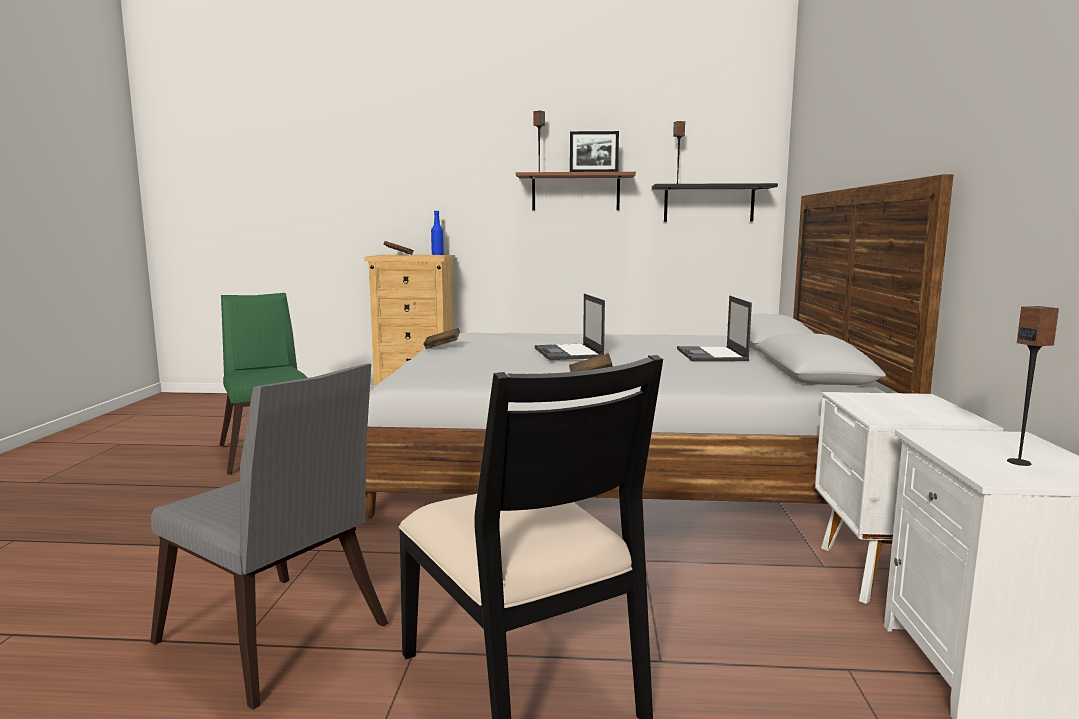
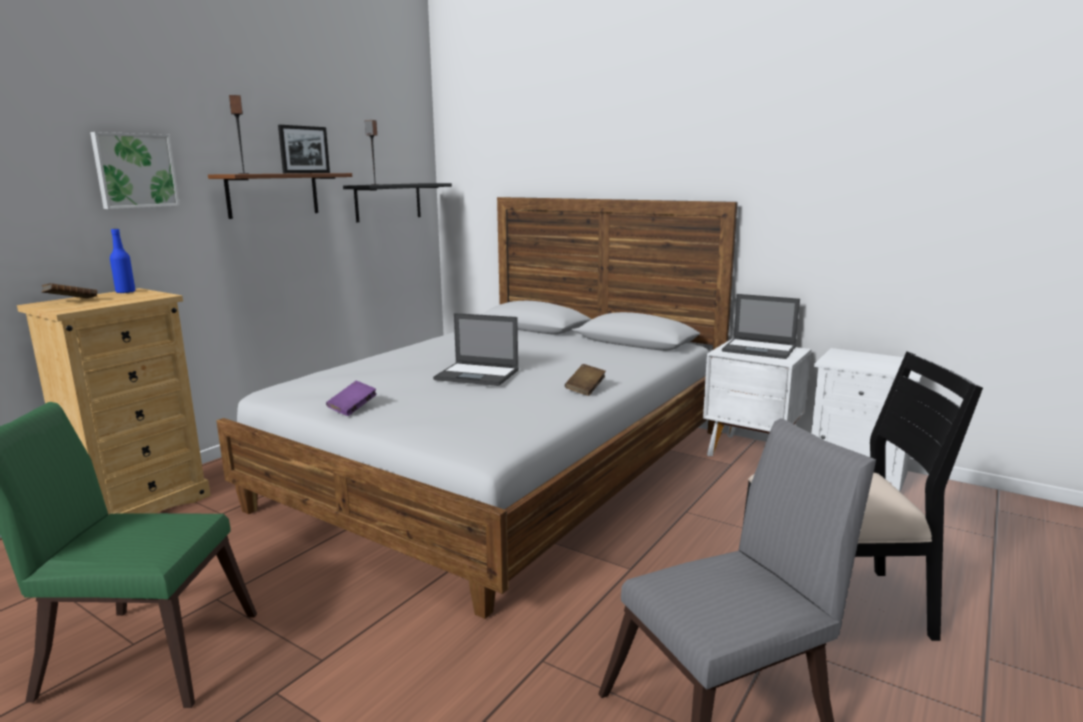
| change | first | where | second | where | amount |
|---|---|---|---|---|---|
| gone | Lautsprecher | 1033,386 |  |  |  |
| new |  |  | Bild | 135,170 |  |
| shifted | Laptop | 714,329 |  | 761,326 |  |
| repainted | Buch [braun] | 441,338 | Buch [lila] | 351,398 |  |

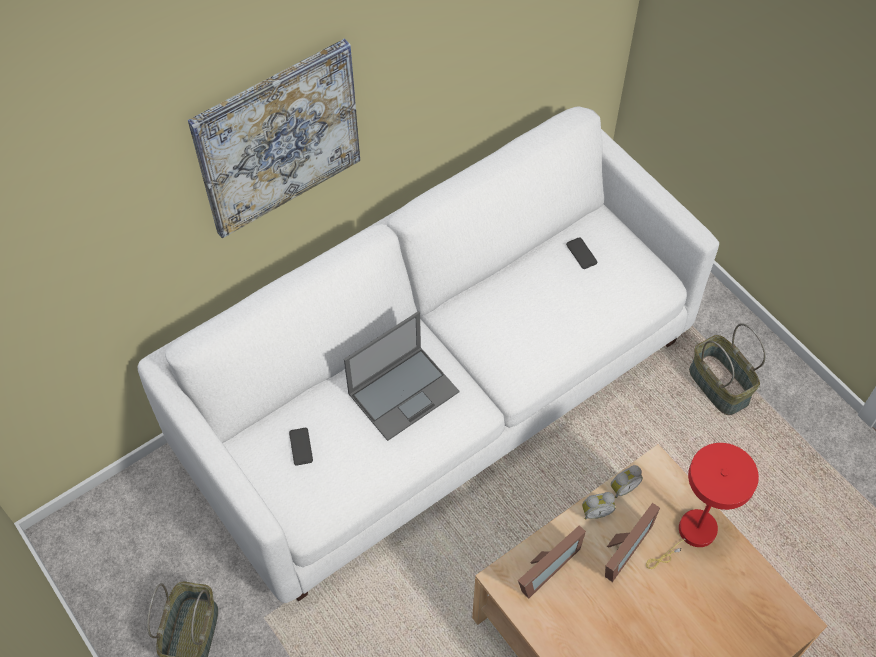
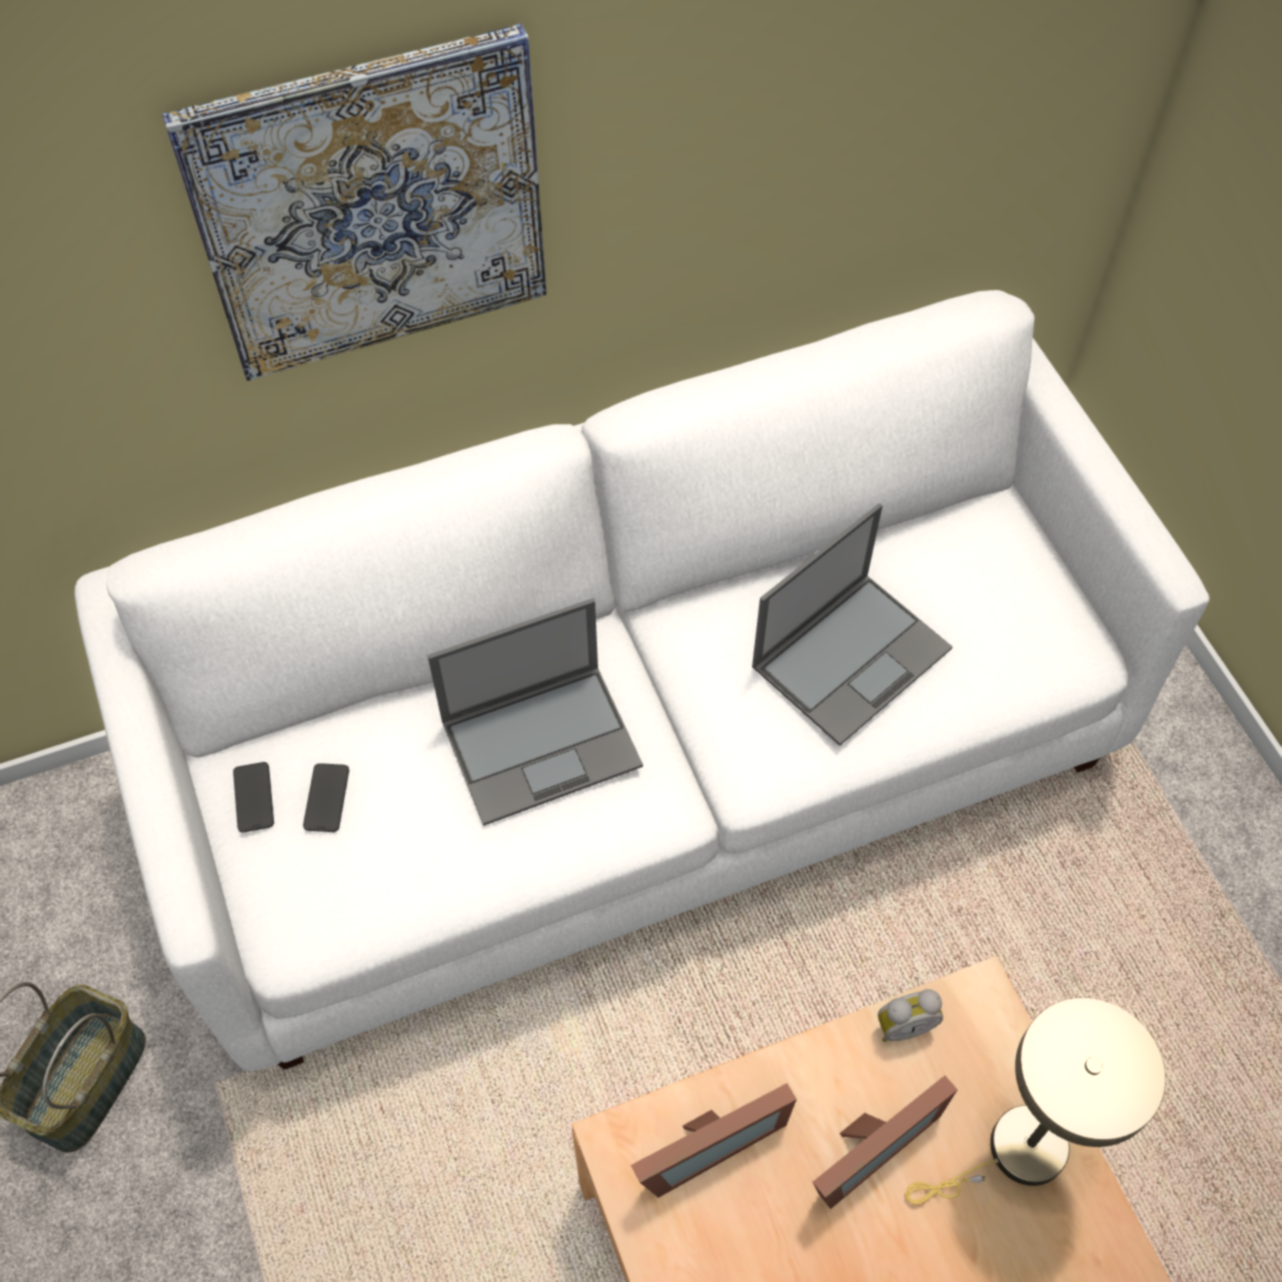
| change | first | where | second | where | amount |
|---|---|---|---|---|---|
| gone | Wecker | 598,506 |  |  |  |
| gone | Korb | 727,369 |  |  |  |
| new |  |  | Laptop | 852,624 |  |
| shifted | Handy | 581,253 |  | 253,797 |  |
| repainted | Tischlampe [rot] | 702,506 | Tischlampe [beige] | 1035,1101 |  |

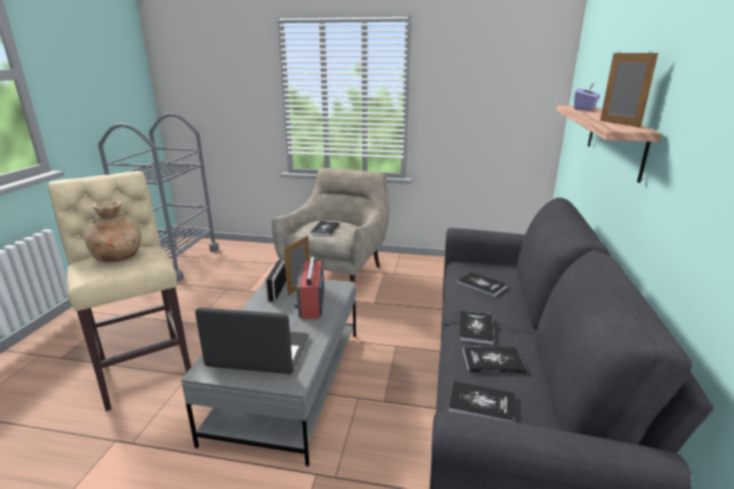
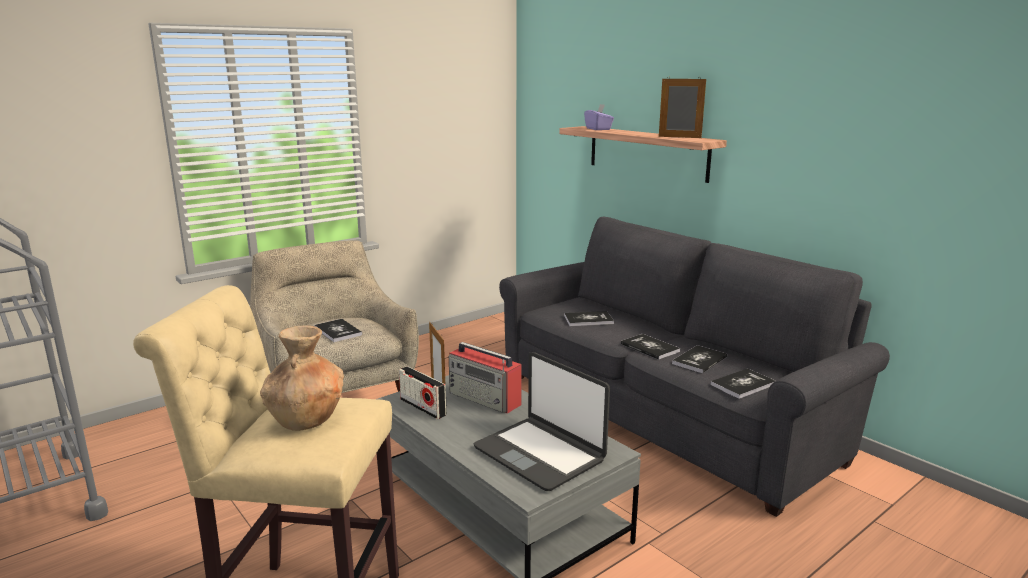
| change | first | where | second | where | amount |
|---|---|---|---|---|---|
| rotated | Laptop | 252,340 |  | 542,421 | 90 degrees counterclockwise |

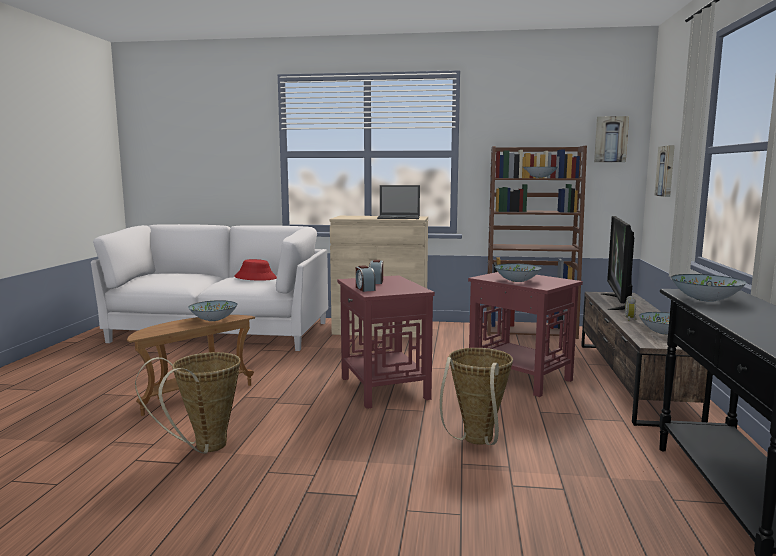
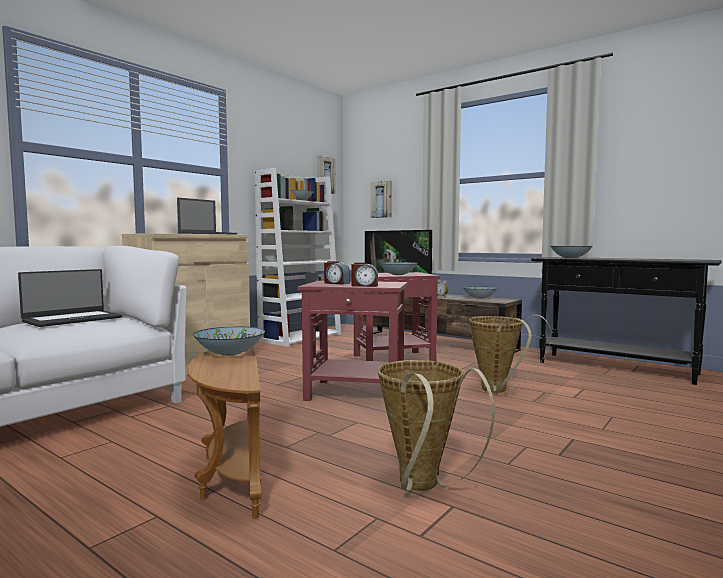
| change | first | where | second | where | amount |
|---|---|---|---|---|---|
| swapped | Hut [rot] | 255,270 | Laptop | 70,298 |  |
| repainted | Bücherregal [braun] | 536,242 | Bücherregal [weiß] | 298,257 |  |

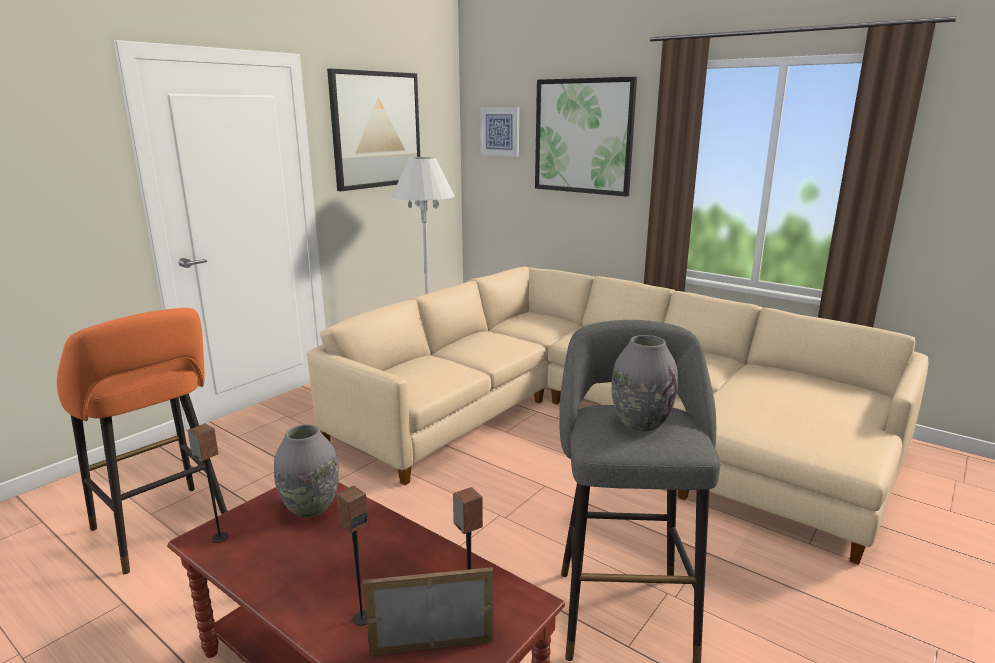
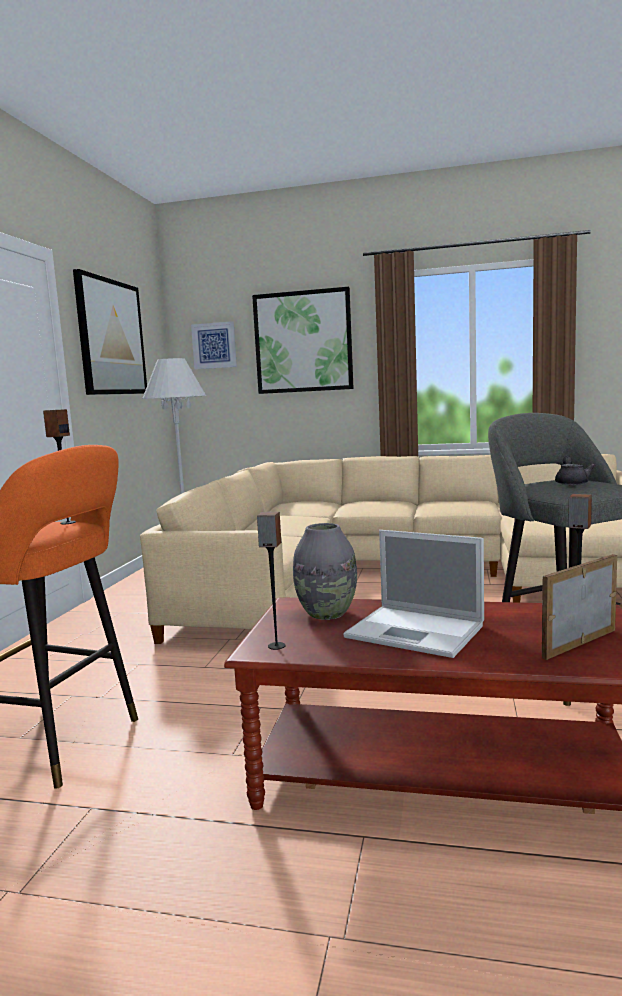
| change | first | where | second | where | amount |
|---|---|---|---|---|---|
| new |  |  | Laptop | 413,594 |  |
| shifted | Lautsprecher | 352,556 |  | 59,466 |  |
| swapped | Vase [grau] | 644,383 | Teekanne [grau] | 575,470 |  |

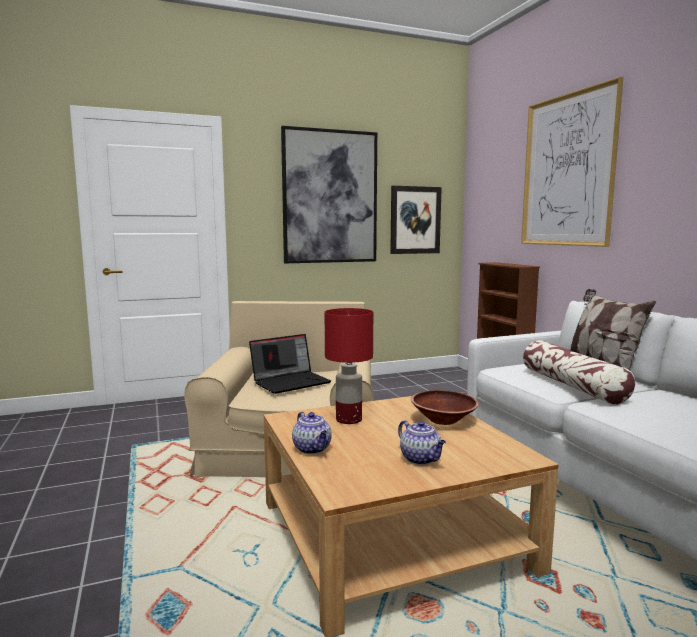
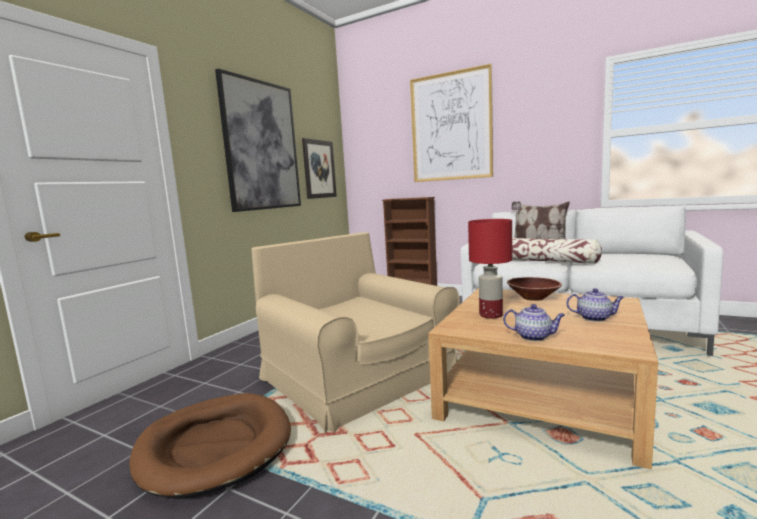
| change | first | where | second | where | amount |
|---|---|---|---|---|---|
| gone | Laptop | 290,364 |  |  |  |
| new |  |  | Hundebett [braun] | 210,445 |  |

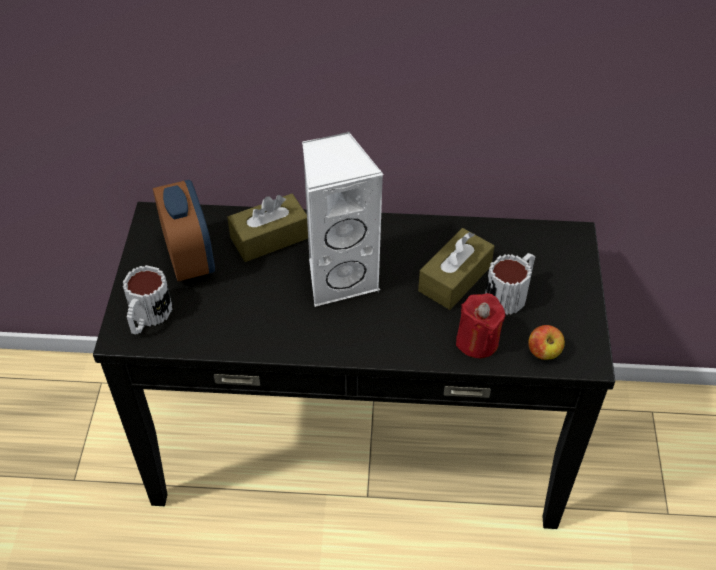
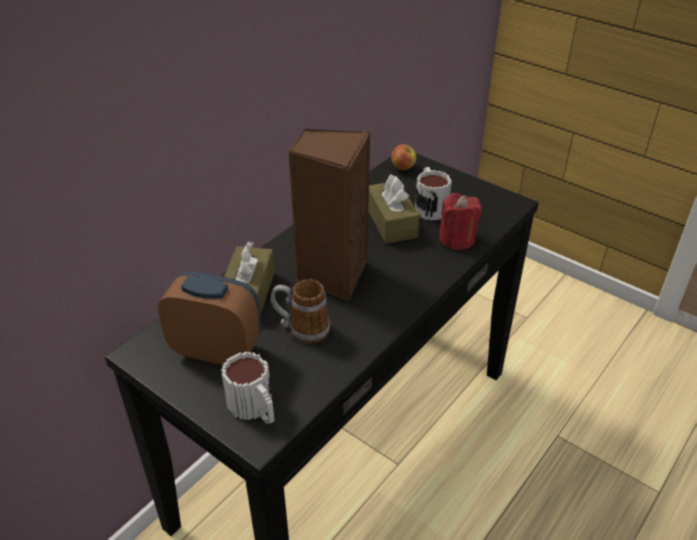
| change | first | where | second | where | amount |
|---|---|---|---|---|---|
| new |  |  | Henkelbecher | 300,311 |  |
| shifted | Apfel | 546,342 |  | 404,157 |  |
| repainted | Lautsprecher [weiß] | 343,219 | Lautsprecher [braun] | 329,214 |  |

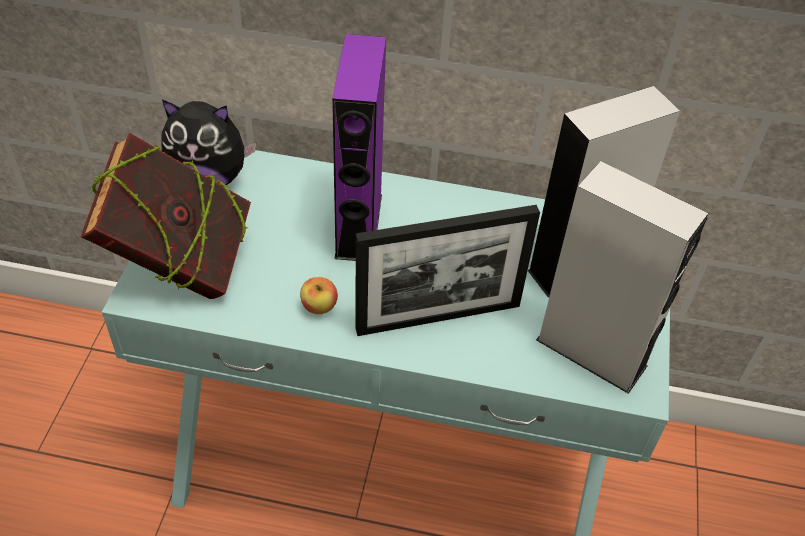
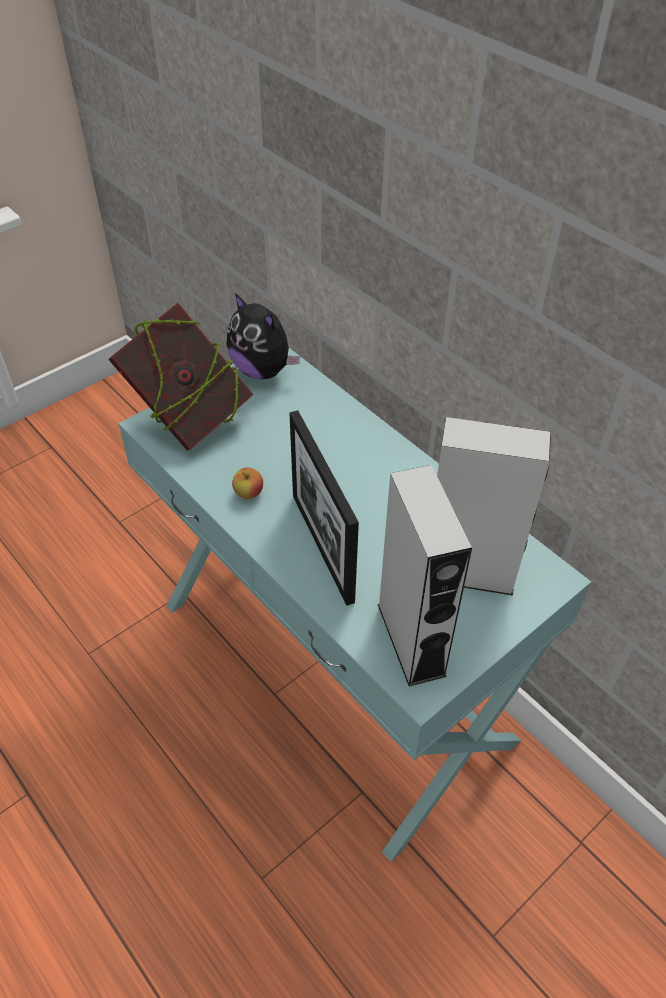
| change | first | where | second | where | amount |
|---|---|---|---|---|---|
| gone | Lautsprecher [lila] | 359,147 |  |  |  |
| rotated | Bilderrahmen | 447,270 |  | 324,508 | 45 degrees clockwise |

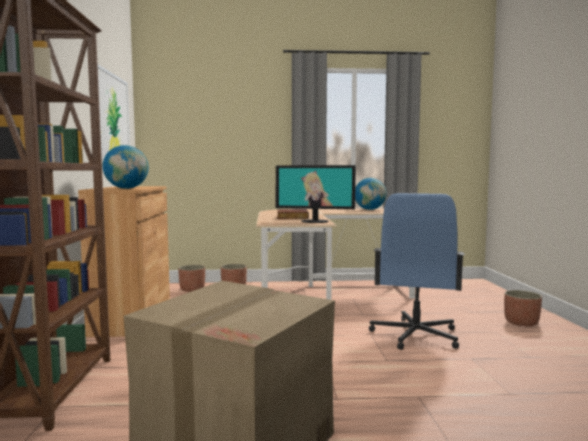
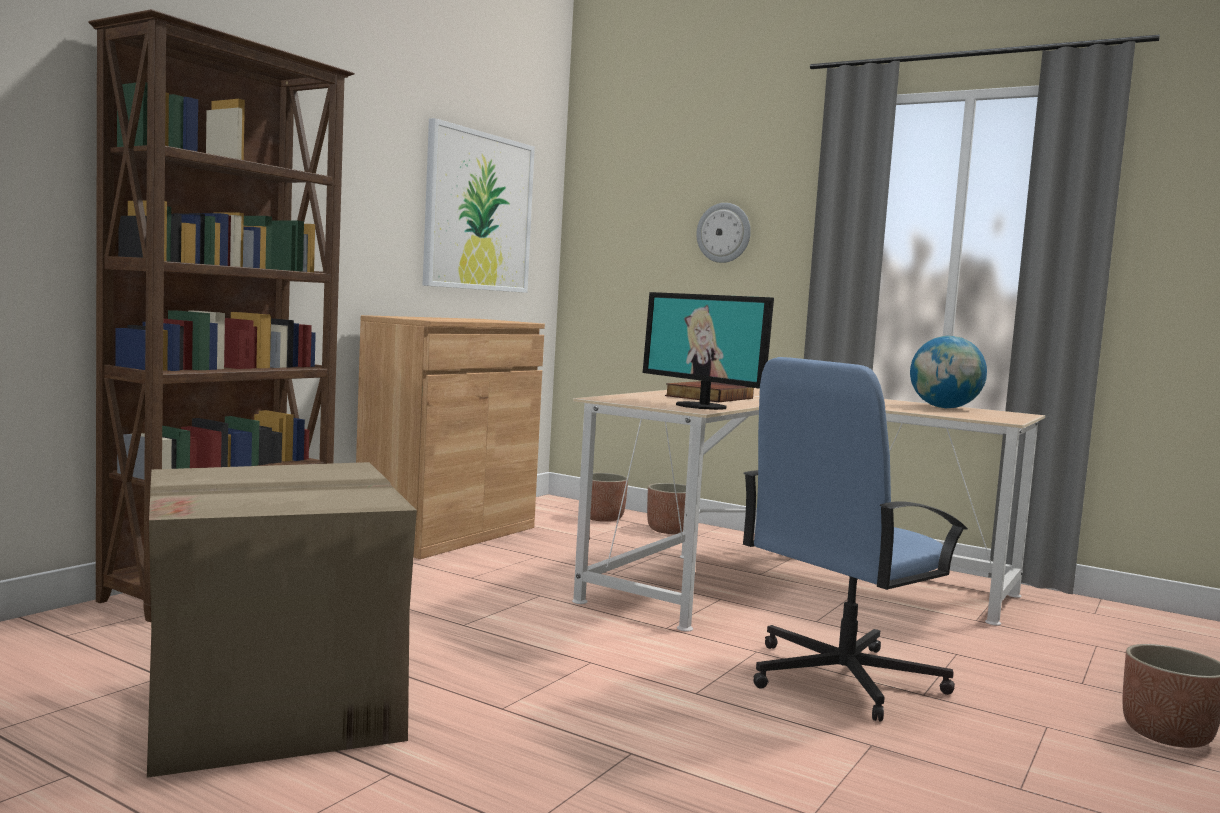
| change | first | where | second | where | amount |
|---|---|---|---|---|---|
| gone | Globus | 126,167 |  |  |  |
| new |  |  | Wanduhr | 723,233 |  |

